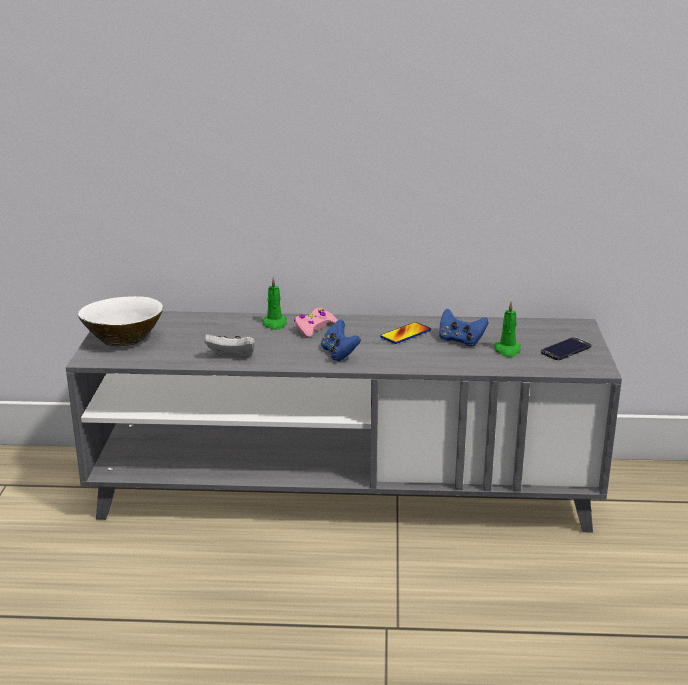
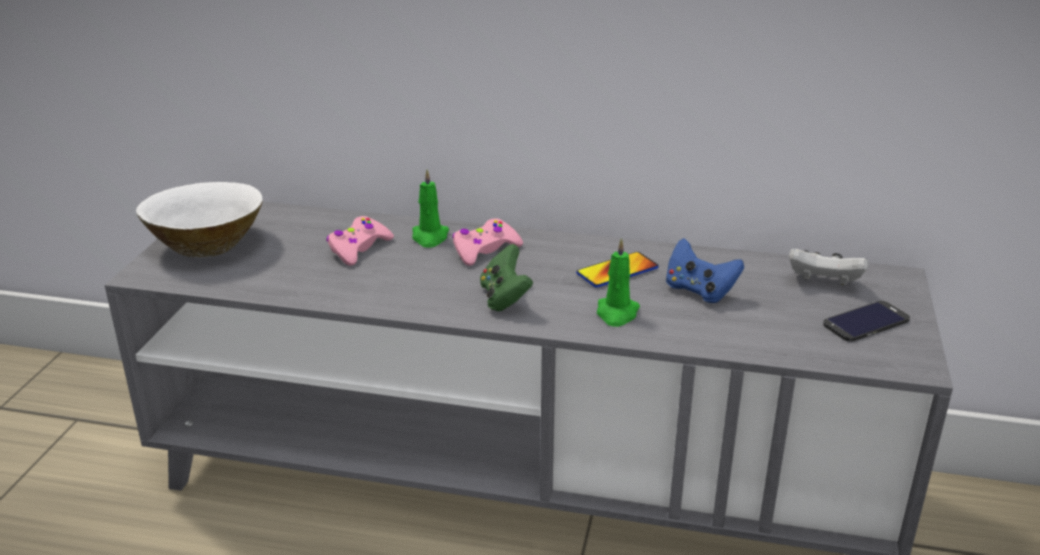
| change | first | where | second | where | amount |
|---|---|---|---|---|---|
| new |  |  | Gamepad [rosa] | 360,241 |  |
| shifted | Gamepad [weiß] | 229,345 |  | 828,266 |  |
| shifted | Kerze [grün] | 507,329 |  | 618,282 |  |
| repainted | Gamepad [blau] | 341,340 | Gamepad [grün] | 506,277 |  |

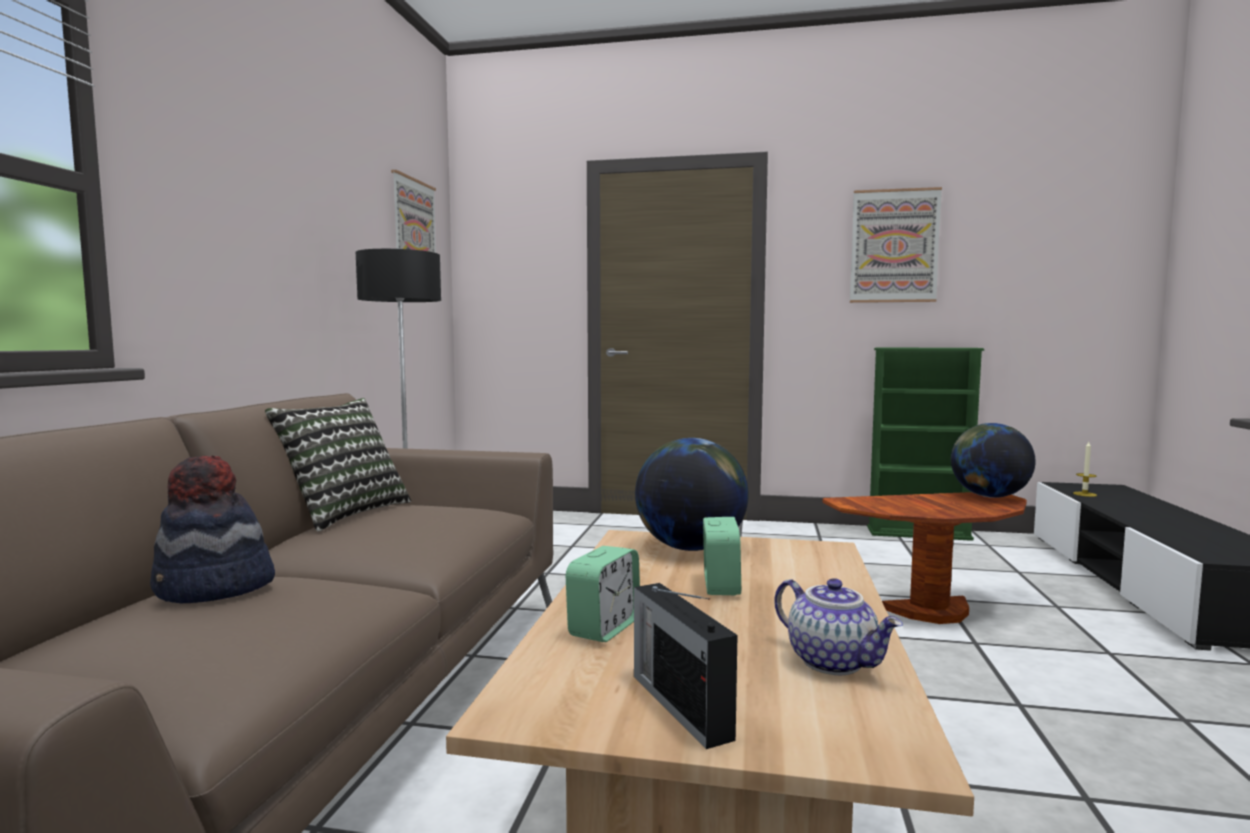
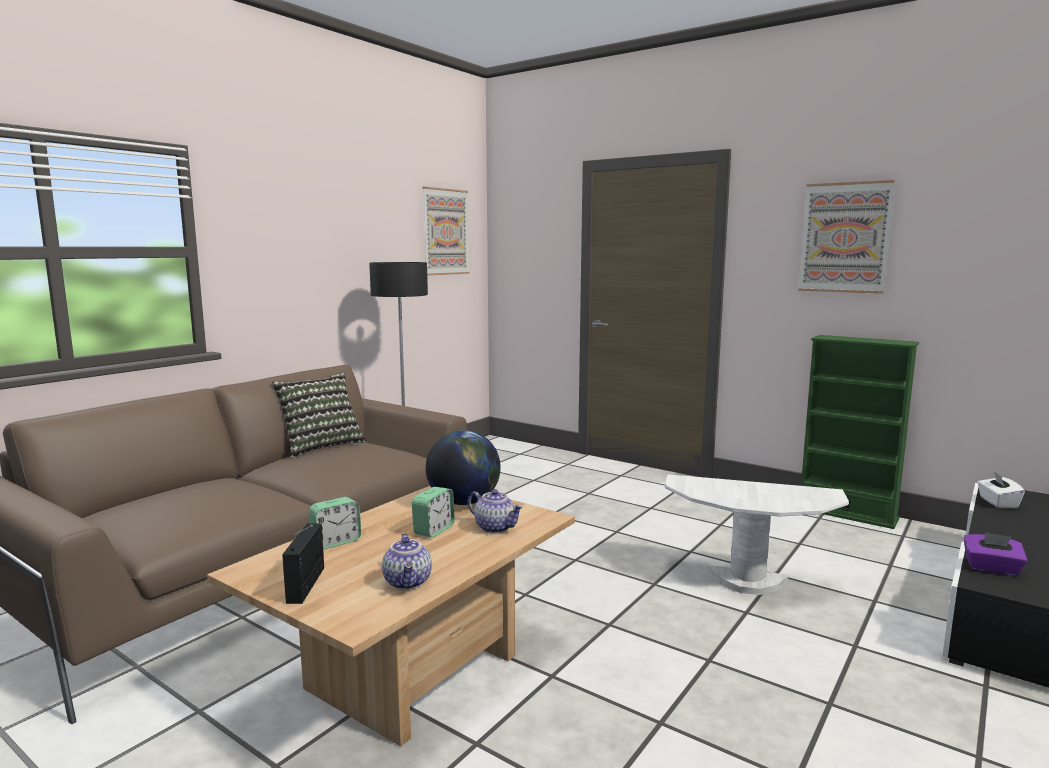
| change | first | where | second | where | amount |
|---|---|---|---|---|---|
| gone | Hut | 212,529 |  |  |  |
| gone | Globus | 993,460 |  |  |  |
| new |  |  | Teekanne | 495,511 |  |
| new |  |  | Taschentuchbox [lila] | 995,554 |  |
| swapped | Kerze | 1085,469 | Taschentuchbox [weiß] | 1001,490 |  |
| repainted | Beistelltisch [braun] | 925,558 | Beistelltisch [weiß] | 757,534 |  |

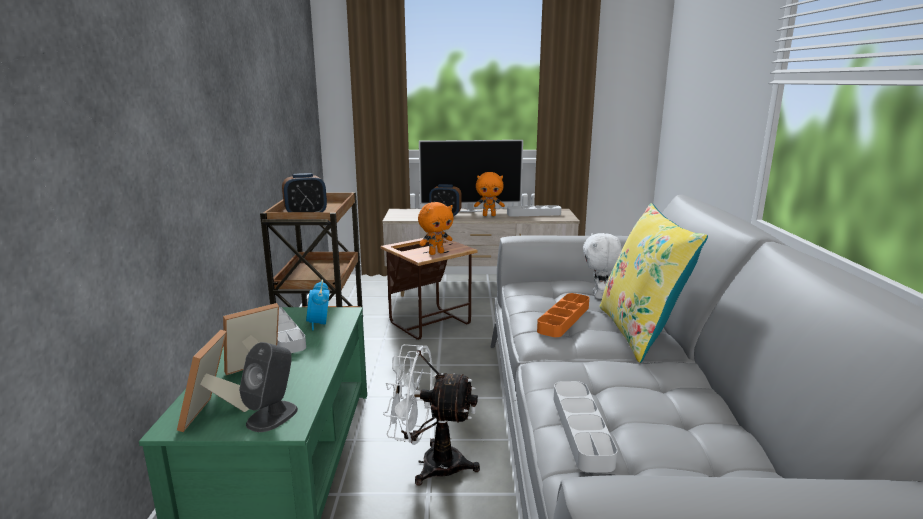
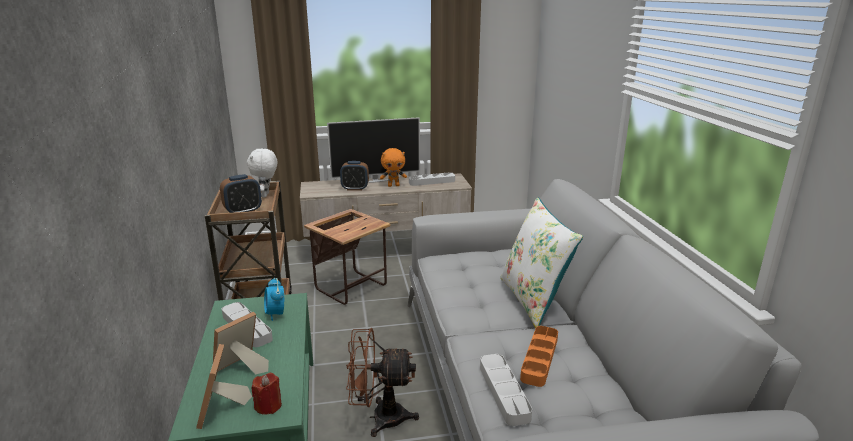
| change | first | where | second | where | amount |
|---|---|---|---|---|---|
| gone | Plüschtier [orange] | 435,228 |  |  |  |
| shifted | Tablett [orange] | 563,315 |  | 539,356 |  |
| shifted | Plüschtier [weiß] | 602,266 |  | 262,173 |  |
| swapped | Lautsprecher [grau] | 268,387 | Kerze [rot] | 267,394 |  |
| repainted | Ventilator [weiß] | 431,414 | Ventilator [braun] | 382,382 |  |
| repainted | Kissen [gelb] | 653,283 | Kissen [weiß] | 541,262 |  |

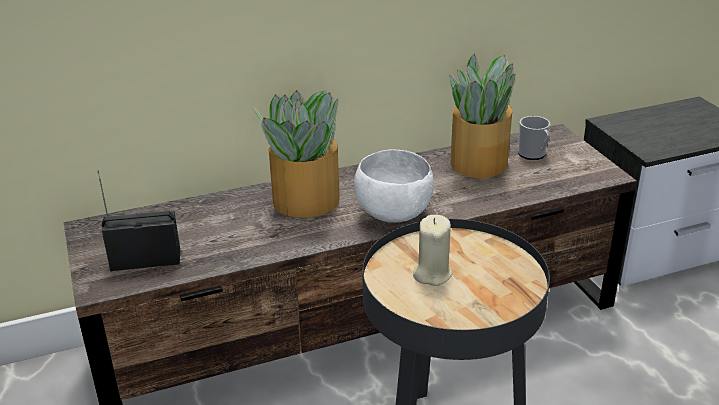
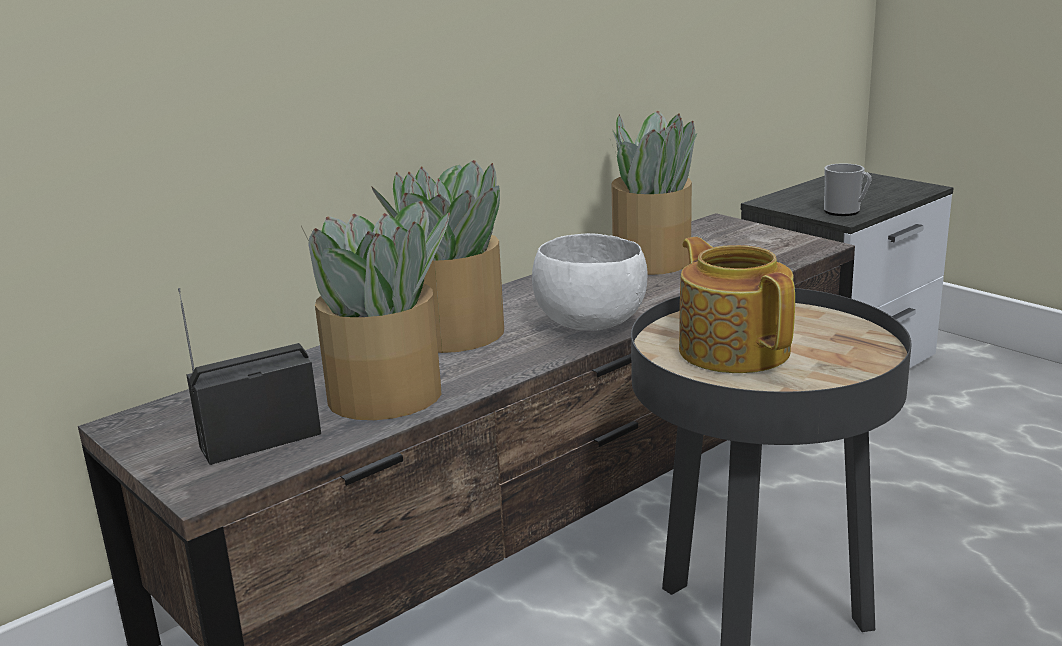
| change | first | where | second | where | amount |
|---|---|---|---|---|---|
| new |  |  | Topfpflanze | 375,310 |  |
| shifted | Henkelbecher | 534,138 |  | 848,189 |  |
| swapped | Kerze [beige] | 432,250 | Teekanne | 737,305 |  |

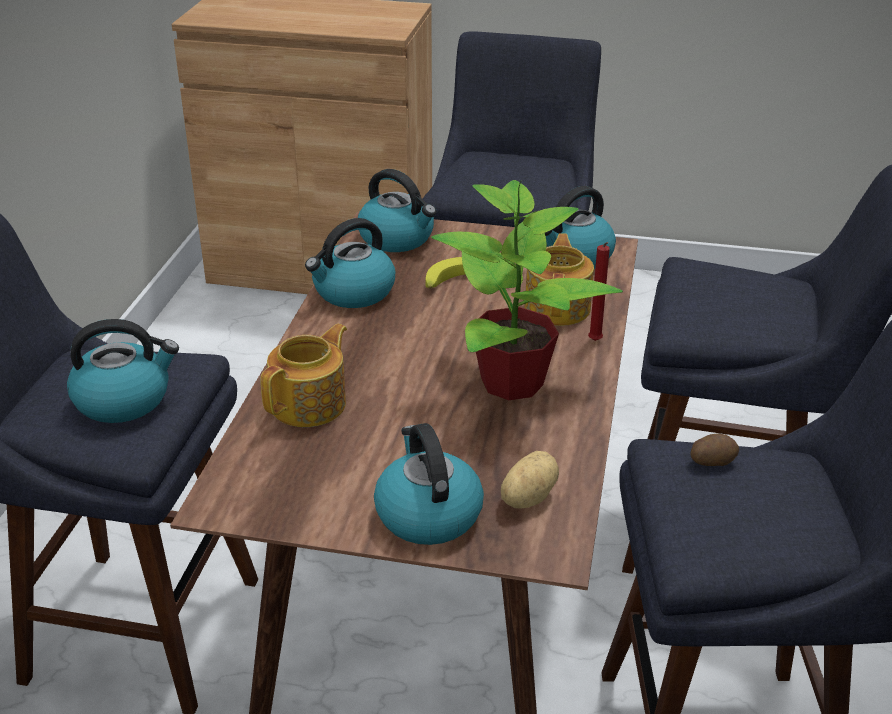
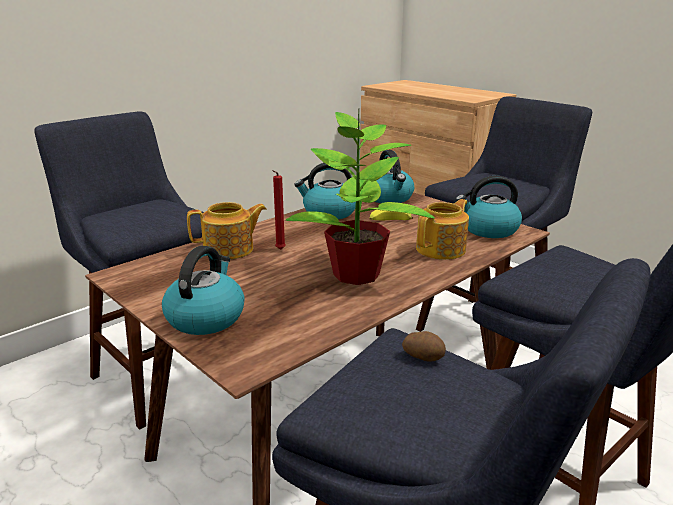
| change | first | where | second | where | amount |
|---|---|---|---|---|---|
| gone | Wasserkessel | 123,371 |  |  |  |
| gone | Kartoffel | 530,479 |  |  |  |
| shifted | Kerze [rot] | 599,291 |  | 279,210 |  |

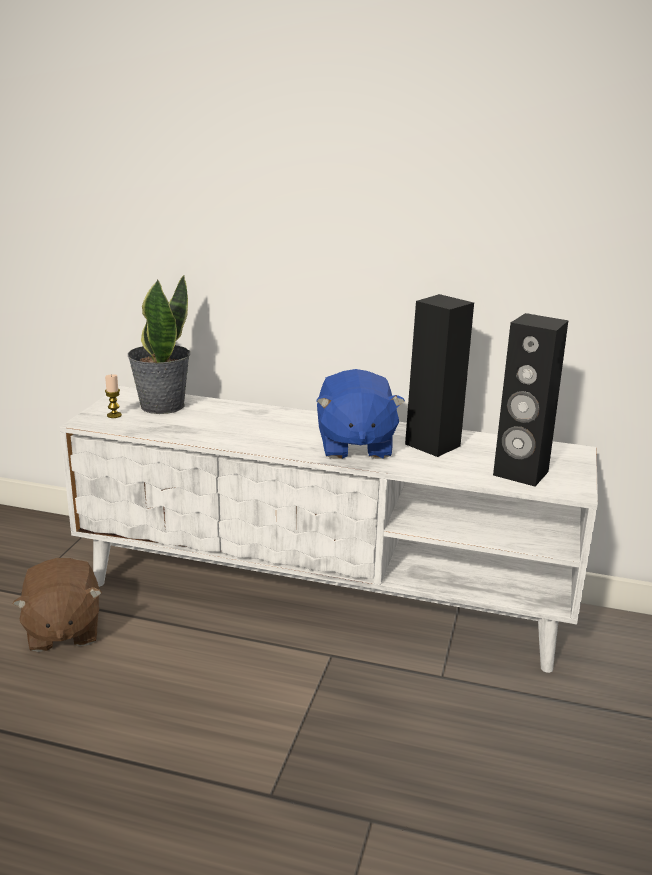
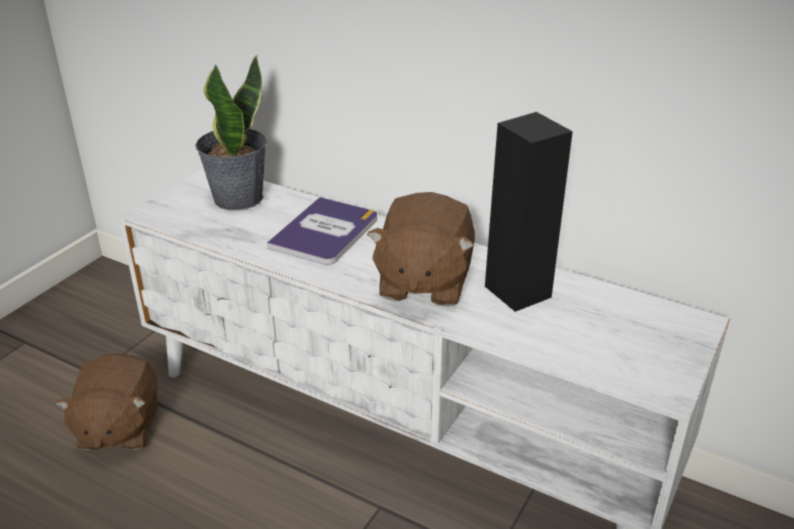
| change | first | where | second | where | amount |
|---|---|---|---|---|---|
| gone | Kerze | 113,396 |  |  |  |
| gone | Lautsprecher [schwarz] | 531,399 |  |  |  |
| new |  |  | Buch | 322,231 |  |
| repainted | Plüschtier [blau] | 360,414 | Plüschtier [braun] | 421,249 |  |

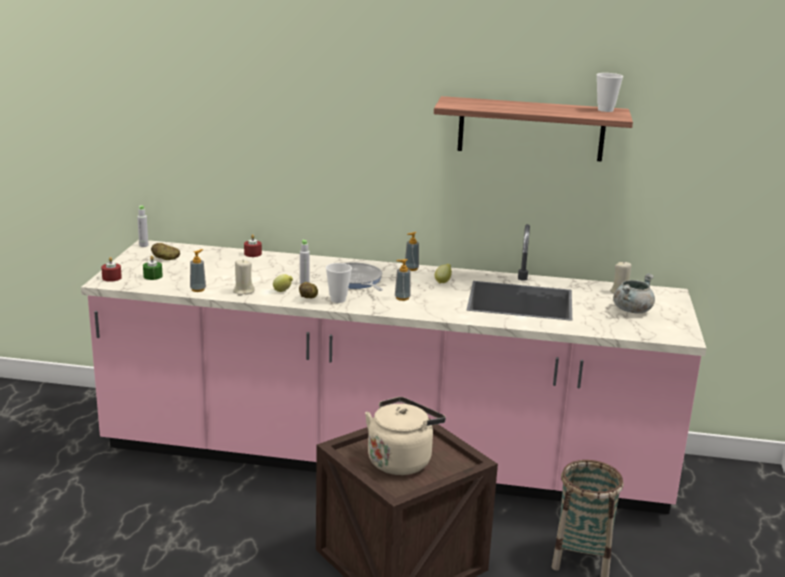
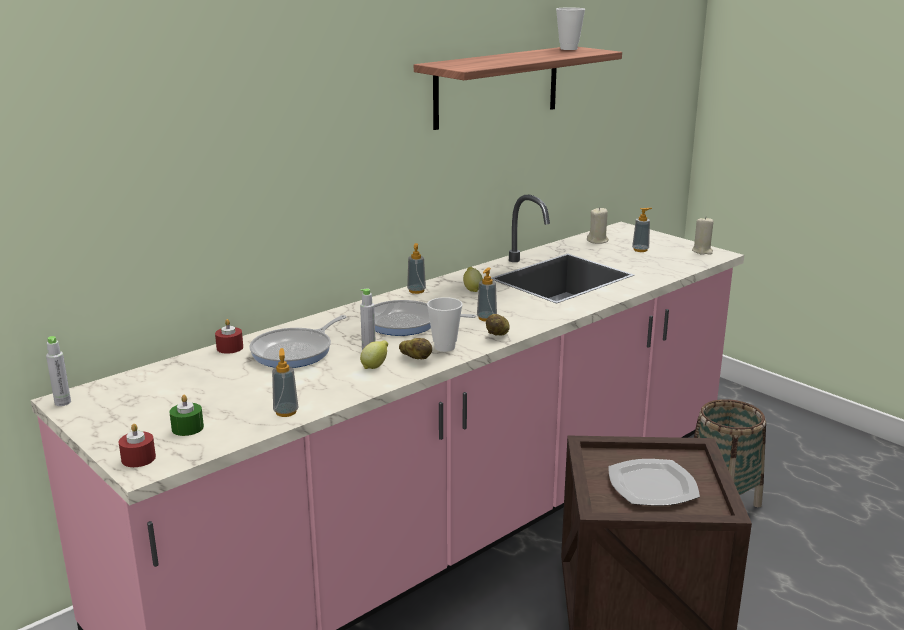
| change | first | where | second | where | amount |
|---|---|---|---|---|---|
| new |  |  | Pfanne | 298,341 |  |
| shifted | Kartoffel | 165,251 |  | 498,325 |  |
| shifted | Kerze [beige] | 244,278 |  | 703,235 |  |
| swapped | Wasserkessel [beige] | 405,436 | Teller | 654,482 |  |
| swapped | Kochtopf [grau] | 634,293 | Seifenspender | 642,230 |  |

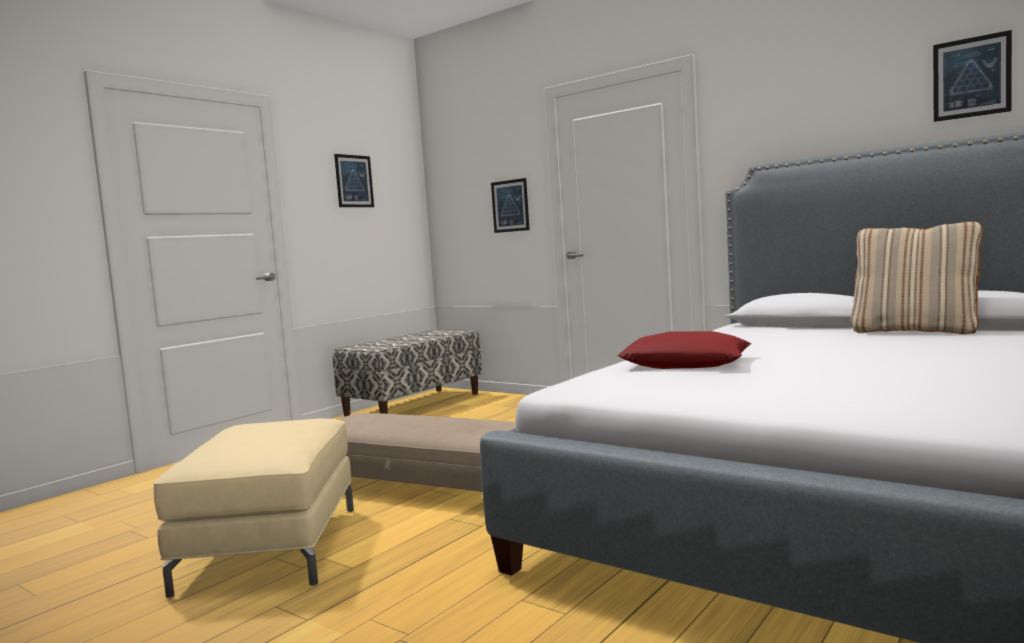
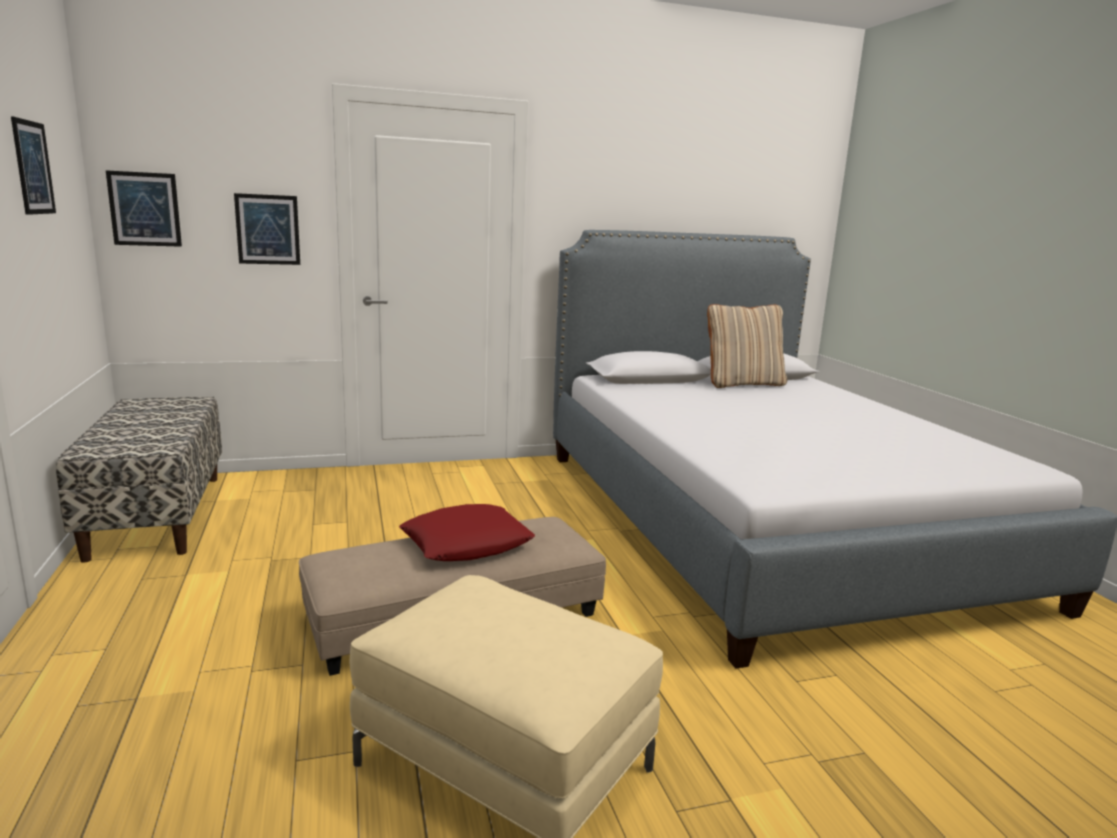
| change | first | where | second | where | amount |
|---|---|---|---|---|---|
| shifted | Kissen [rot] | 684,350 |  | 467,532 |  |
| shifted | Bild | 972,76 |  | 144,208 |  |

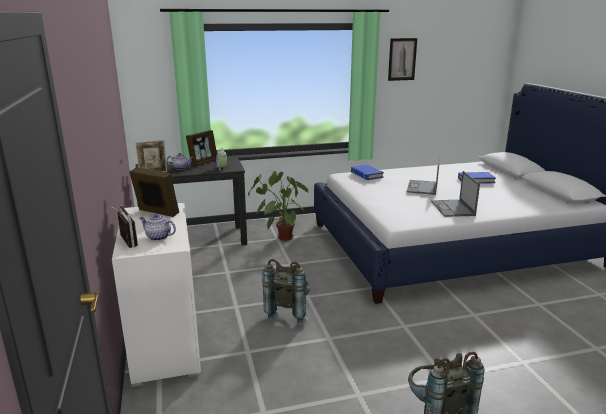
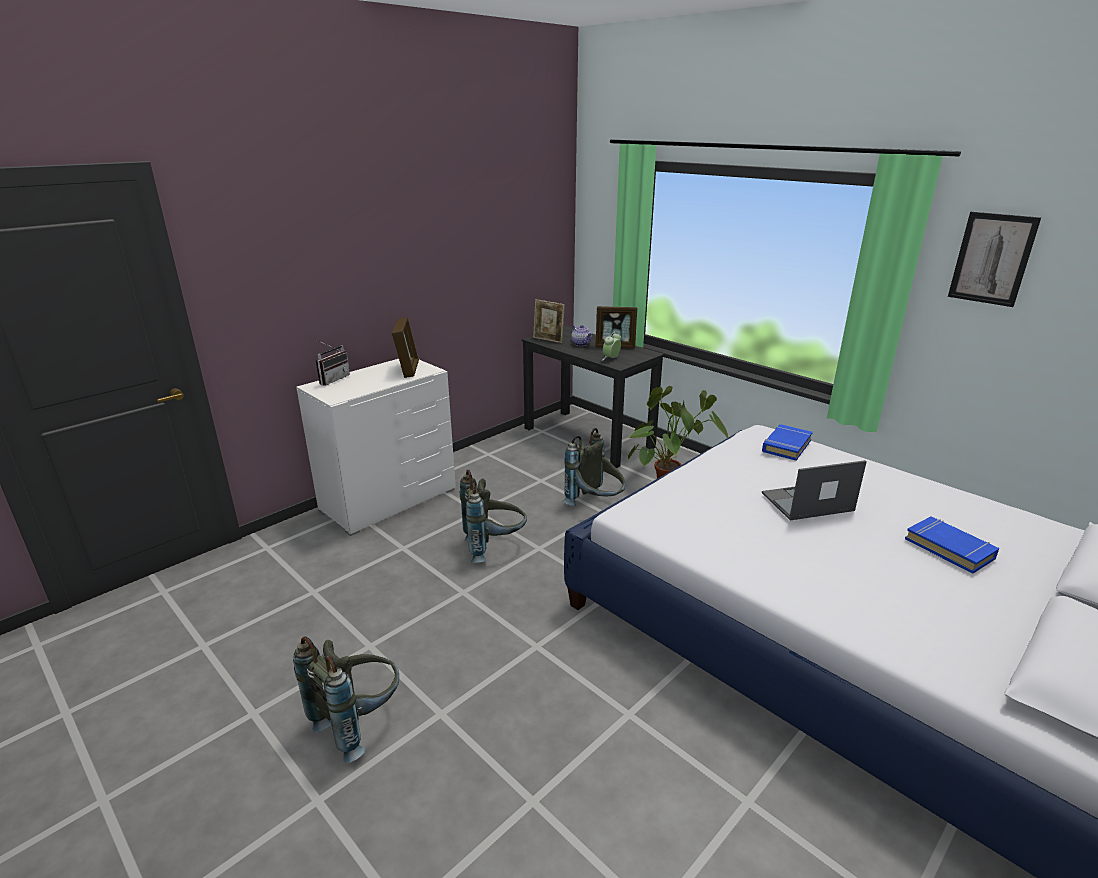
| change | first | where | second | where | amount |
|---|---|---|---|---|---|
| gone | Teekanne | 158,227 |  |  |  |
| gone | Laptop | 455,194 |  |  |  |
| new |  |  | Rucksack [grau] | 594,467 |  |

